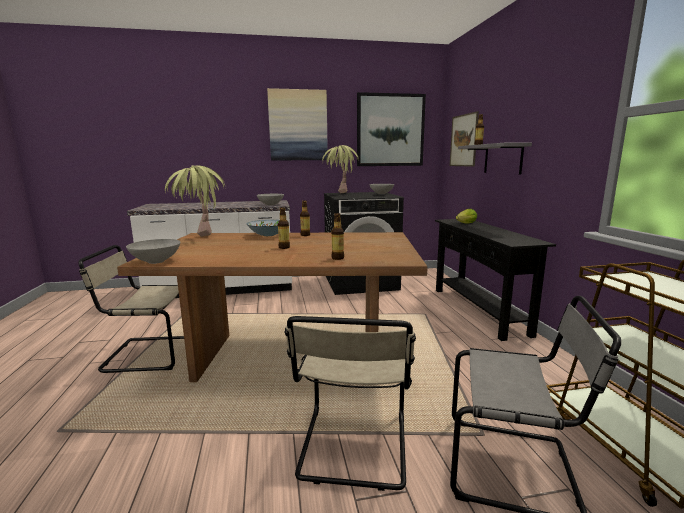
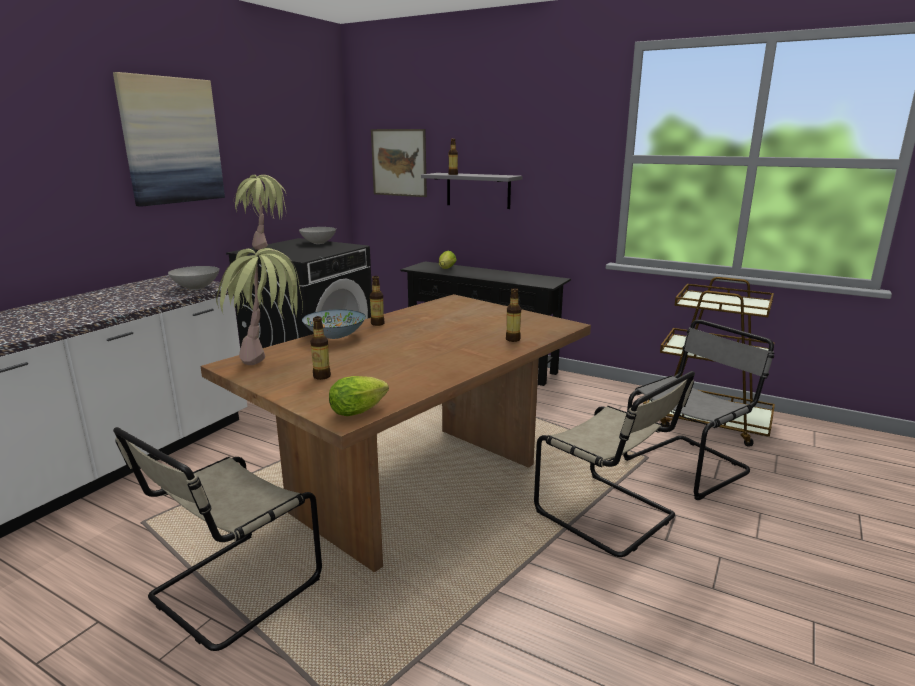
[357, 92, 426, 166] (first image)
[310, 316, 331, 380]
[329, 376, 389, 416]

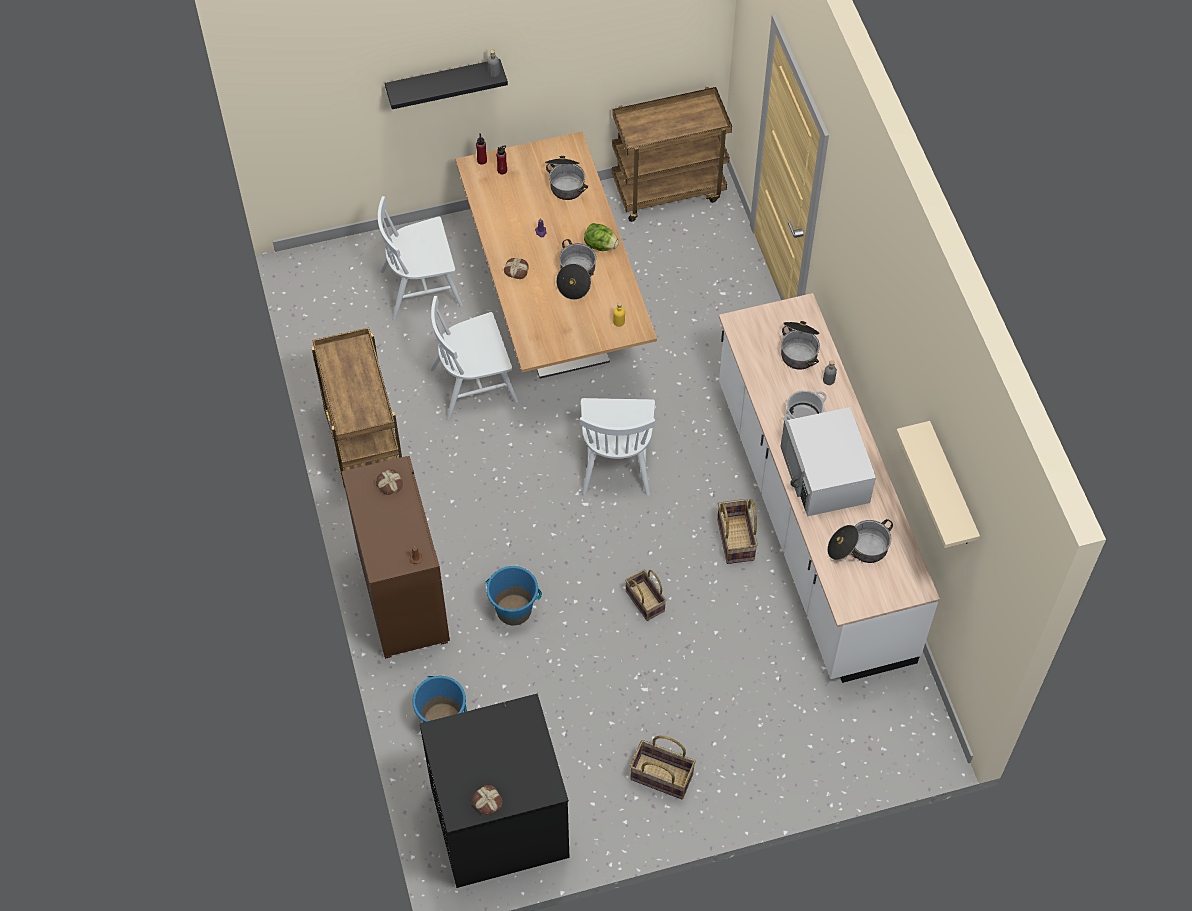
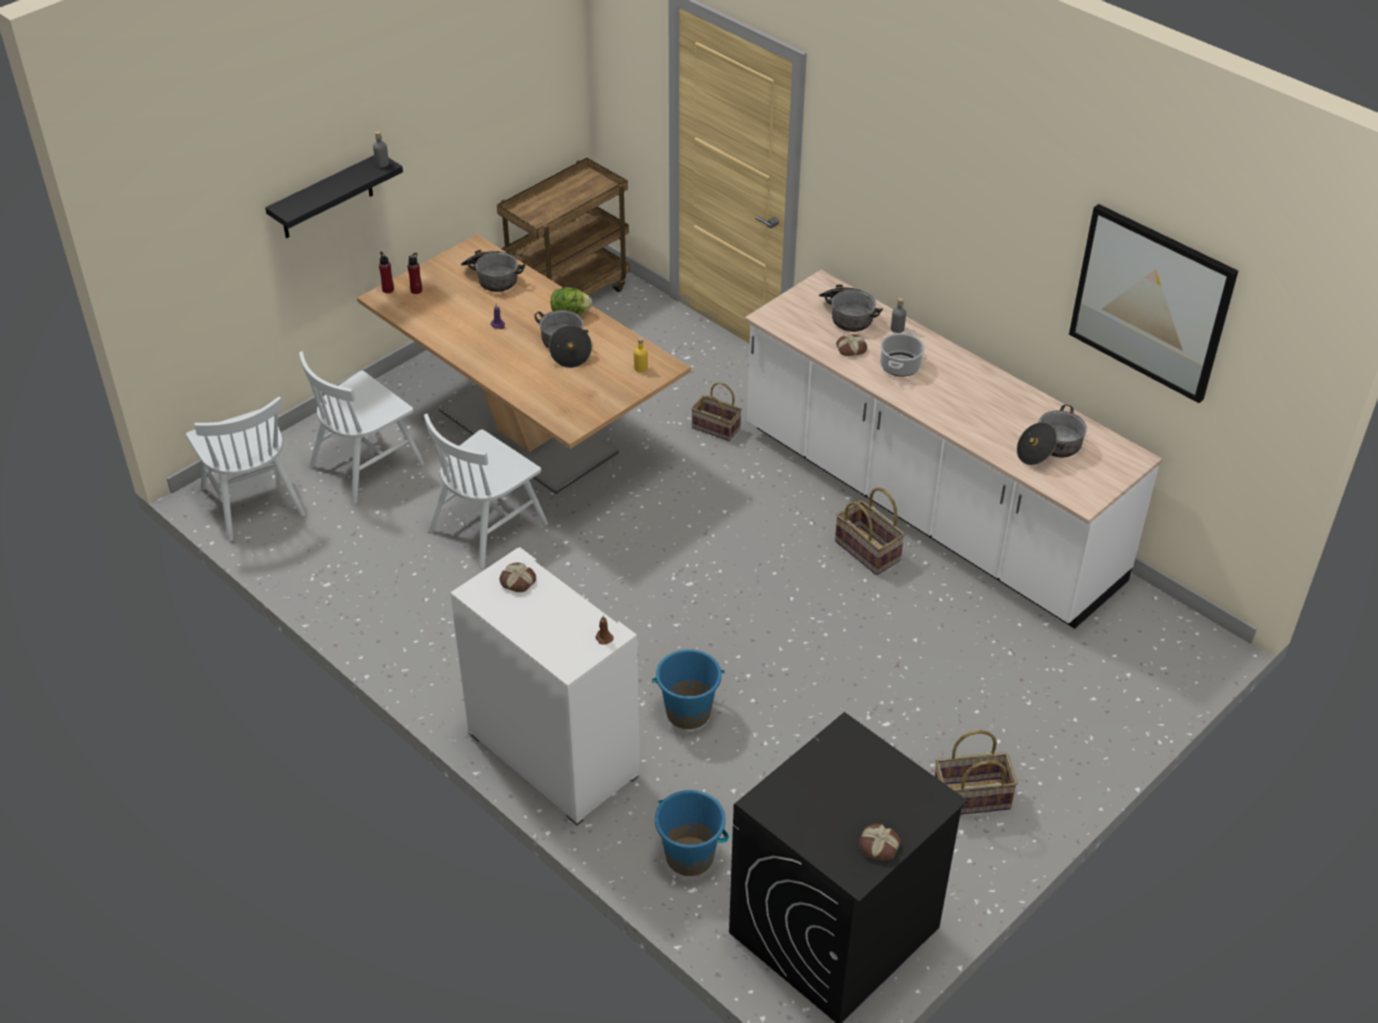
[311, 327, 402, 488] (first image)
[780, 407, 876, 516] (first image)
[836, 334, 867, 356]
[186, 397, 305, 541]
[691, 382, 742, 441]
[1069, 204, 1238, 403]
[450, 547, 640, 825]

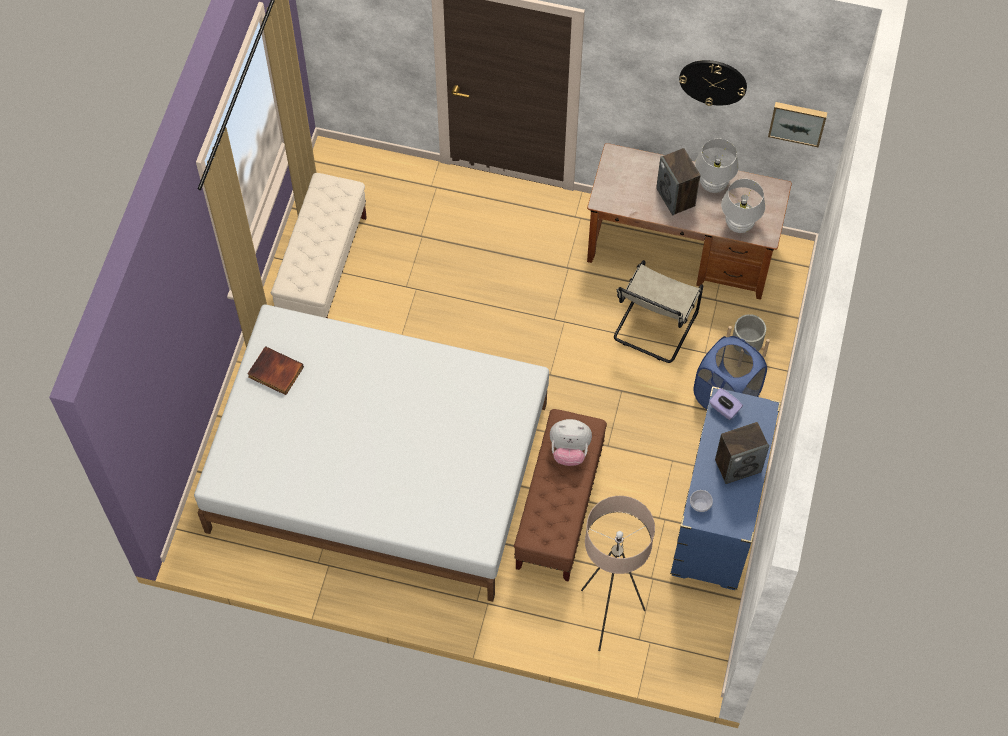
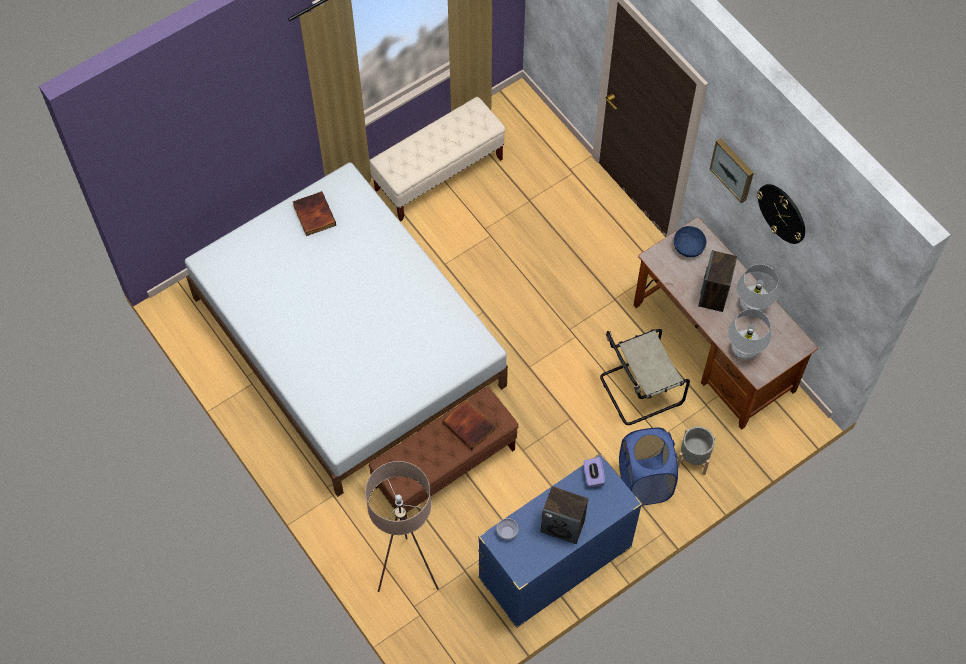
[674, 226, 707, 257]
[710, 138, 754, 203]
[443, 399, 496, 450]

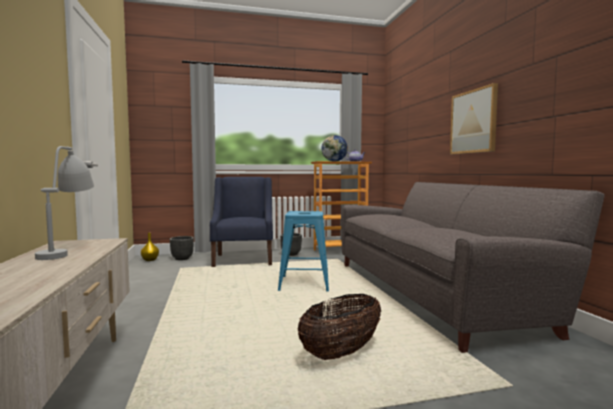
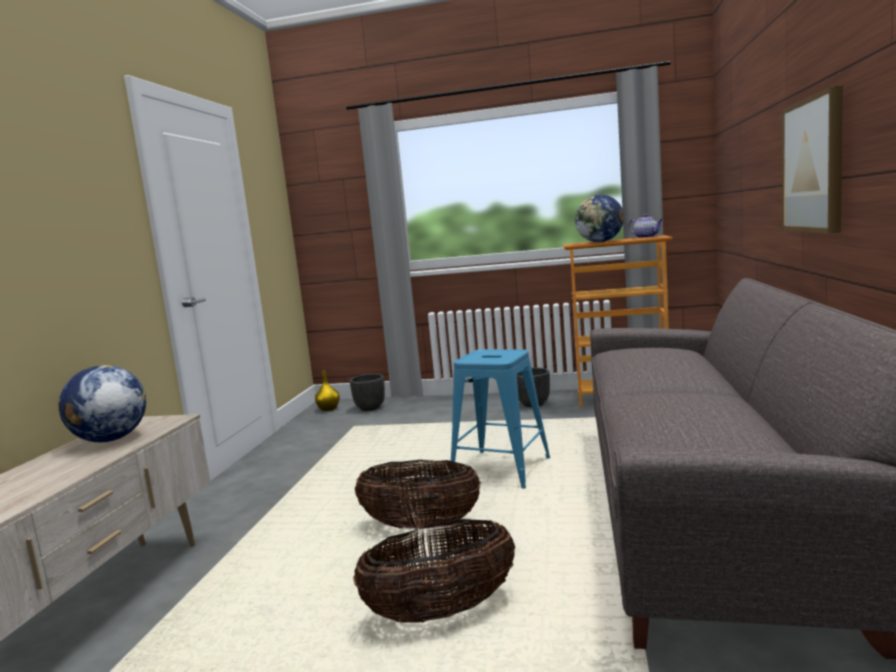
[210, 177, 273, 267] (first image)
[355, 460, 481, 529]
[59, 365, 146, 442]

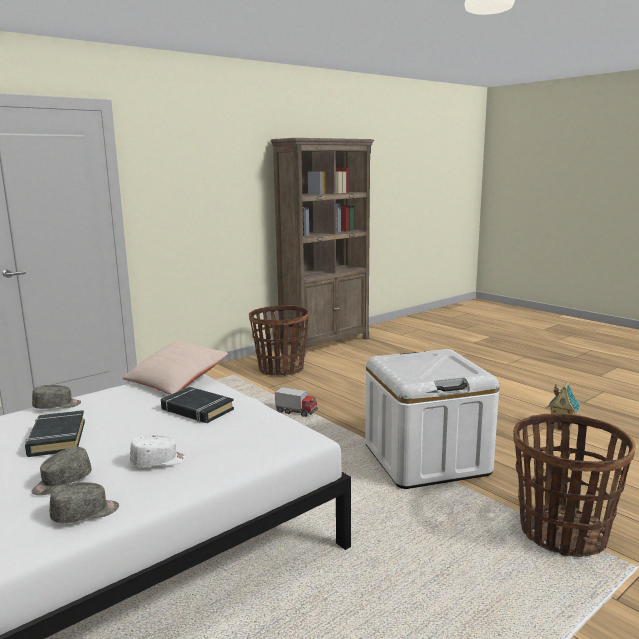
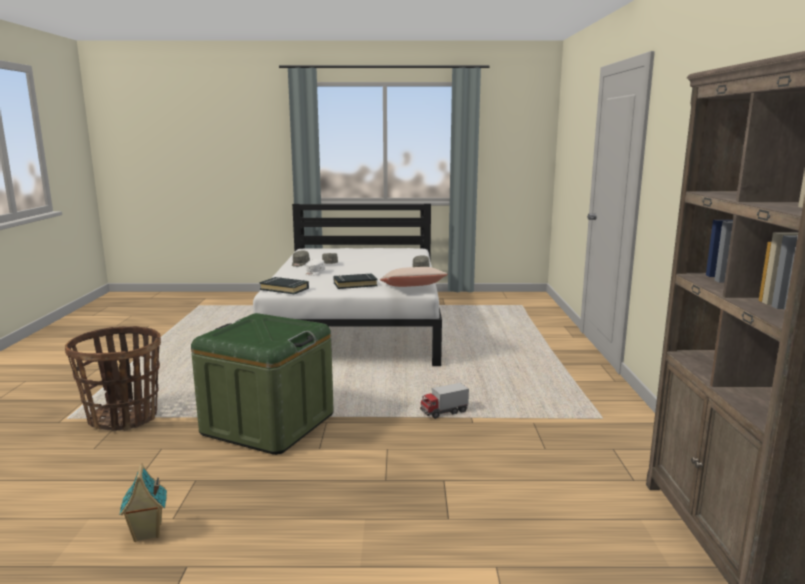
[249, 305, 309, 376] (first image)
[260, 277, 309, 294]
[191, 313, 334, 455]

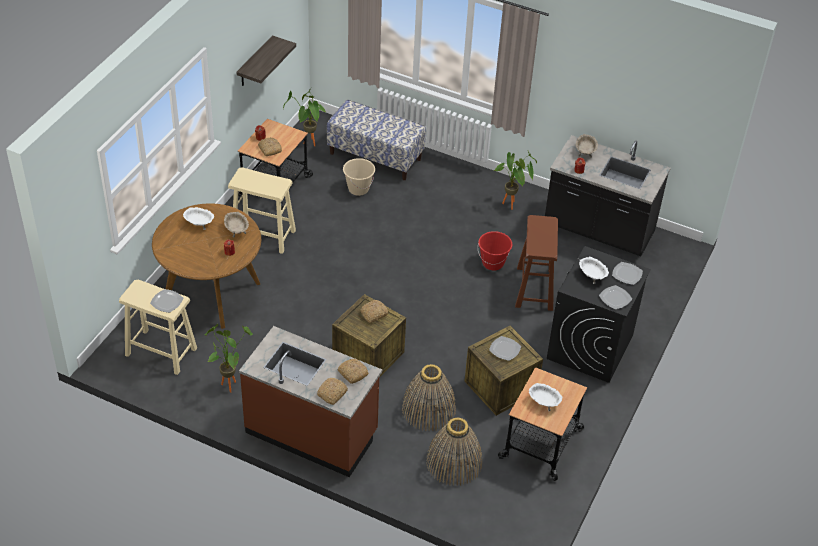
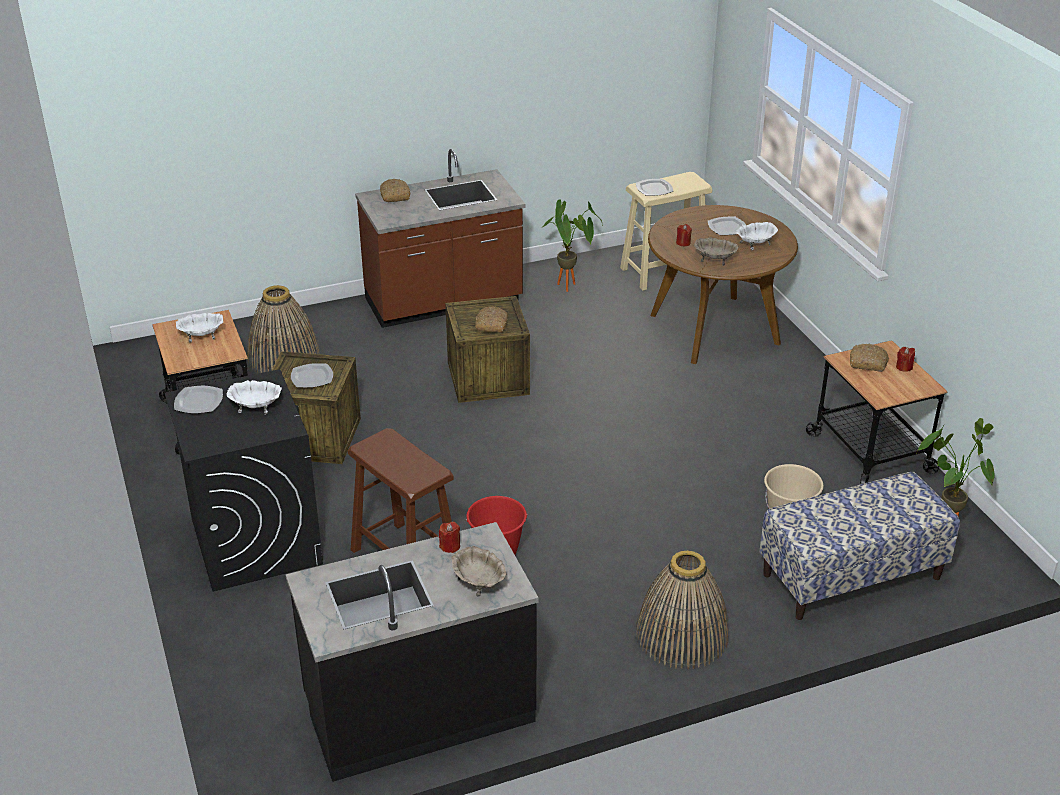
[228, 167, 296, 254] (first image)
[237, 35, 296, 86] (first image)
[337, 359, 369, 384] (first image)
[494, 151, 537, 210] (first image)
[635, 550, 729, 669]
[708, 217, 746, 235]

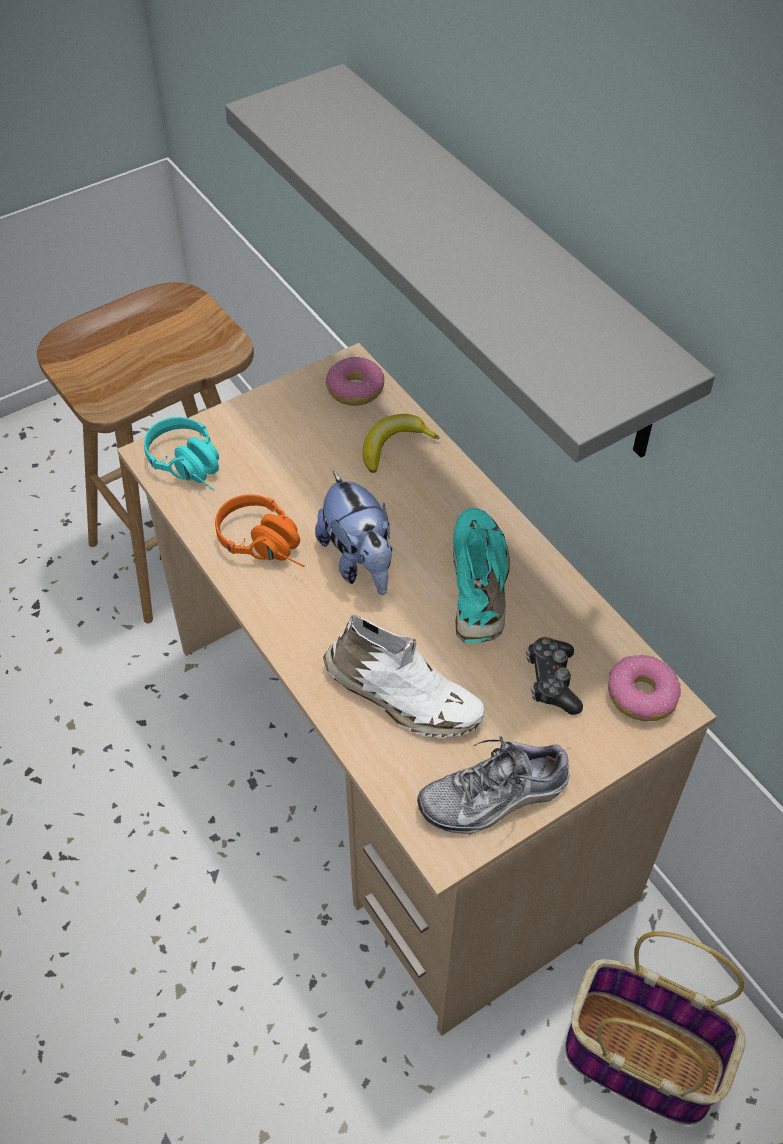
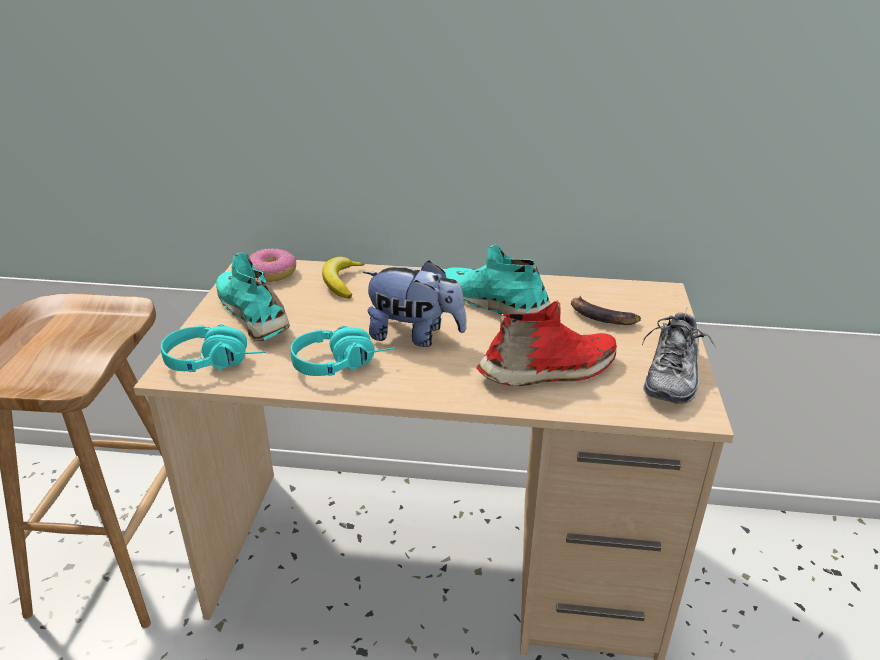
[225, 64, 715, 462] (first image)
[565, 931, 746, 1125] (first image)
[608, 655, 681, 721] (first image)
[216, 252, 290, 341]
[571, 296, 641, 325]
[291, 326, 396, 376]
[477, 301, 617, 386]

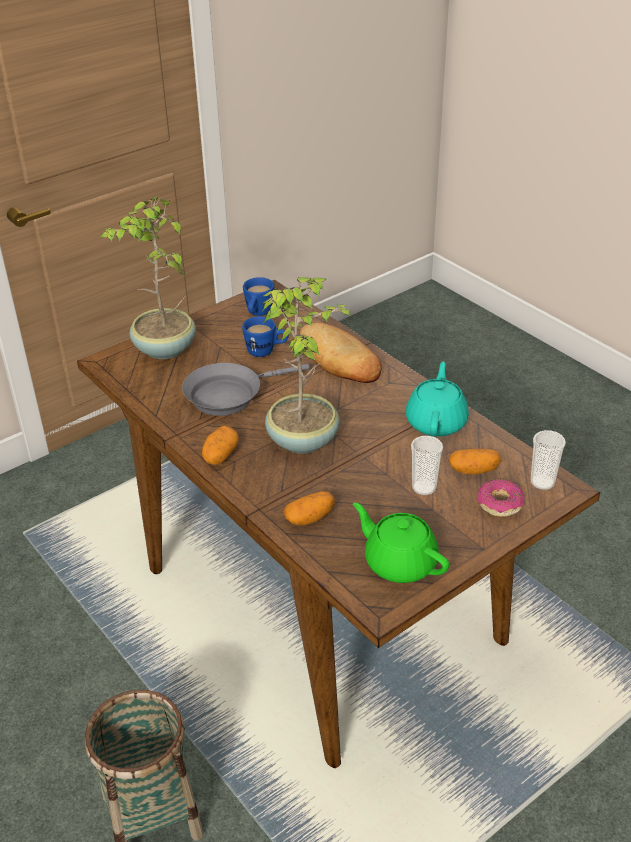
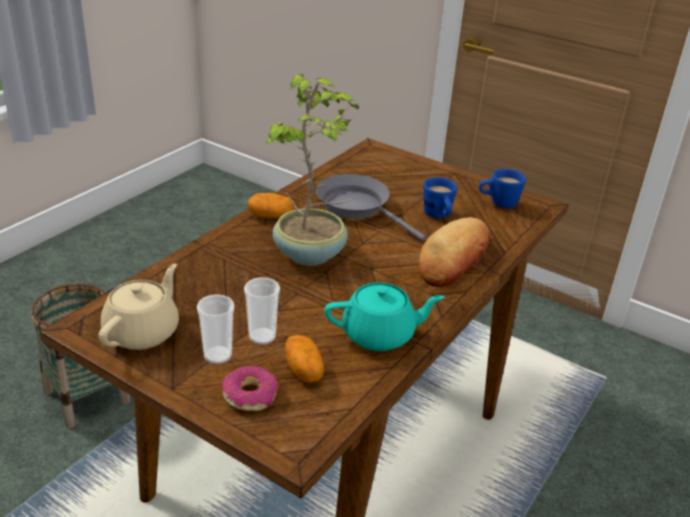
[100, 196, 196, 359] (first image)
[284, 491, 335, 525] (first image)
[197, 294, 234, 364]
[99, 263, 179, 350]

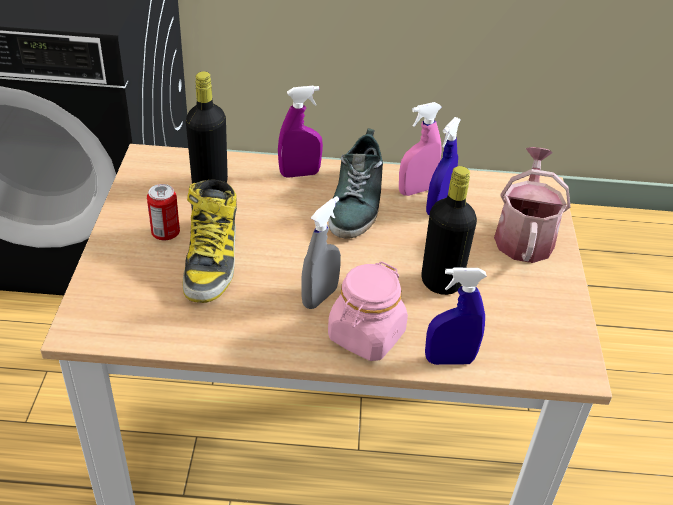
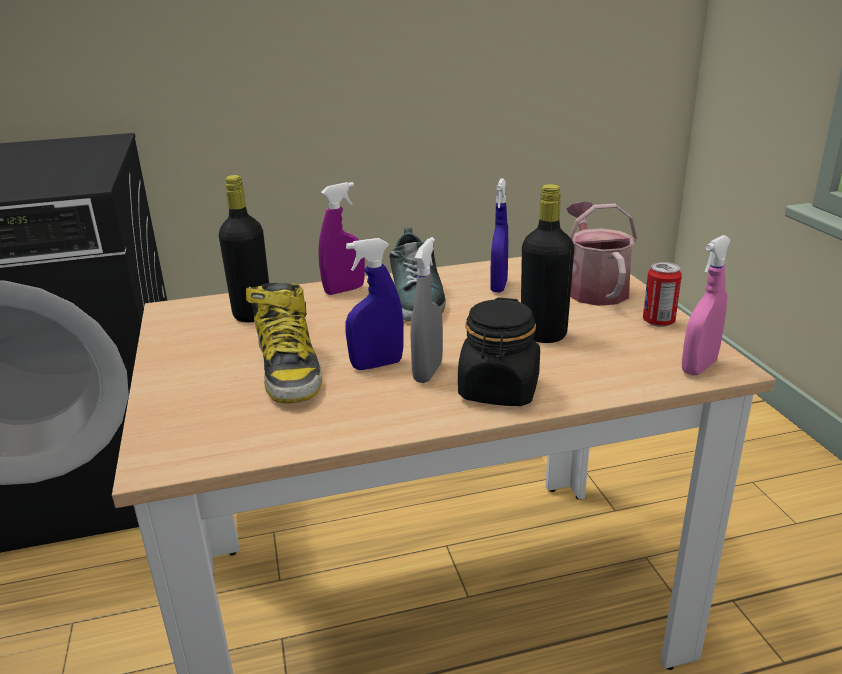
[643, 262, 682, 327]
[682, 235, 731, 376]
[345, 238, 404, 370]
[458, 297, 540, 406]

